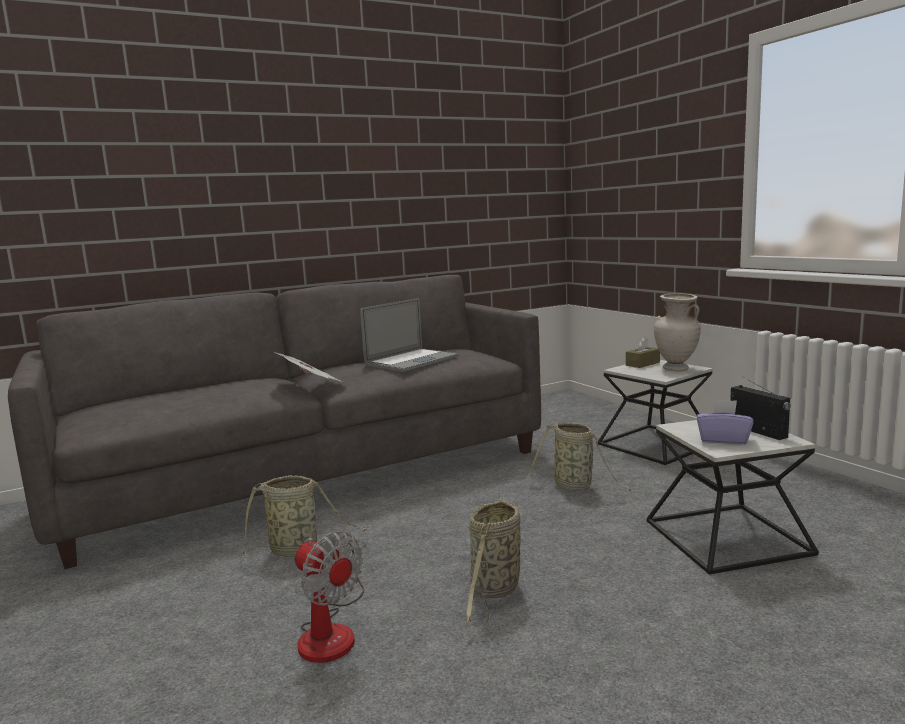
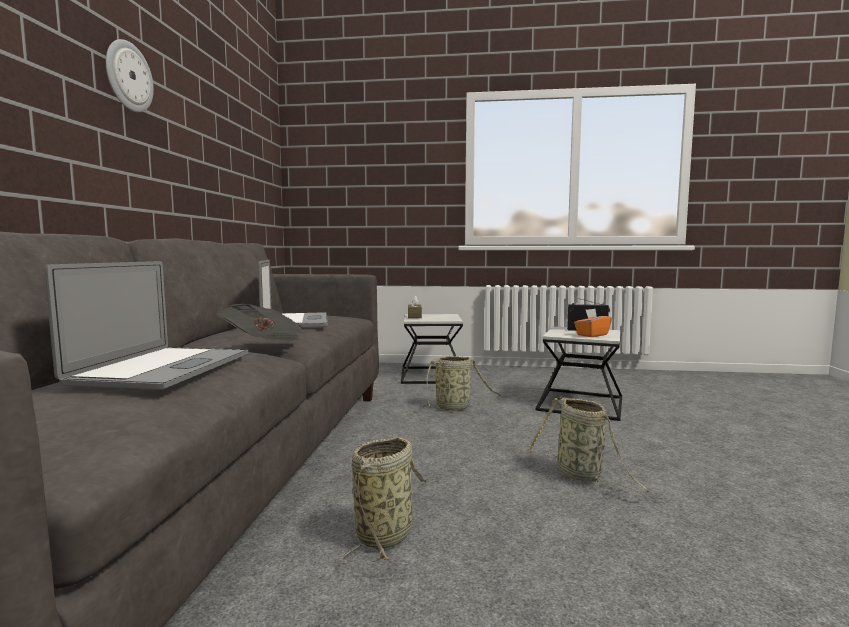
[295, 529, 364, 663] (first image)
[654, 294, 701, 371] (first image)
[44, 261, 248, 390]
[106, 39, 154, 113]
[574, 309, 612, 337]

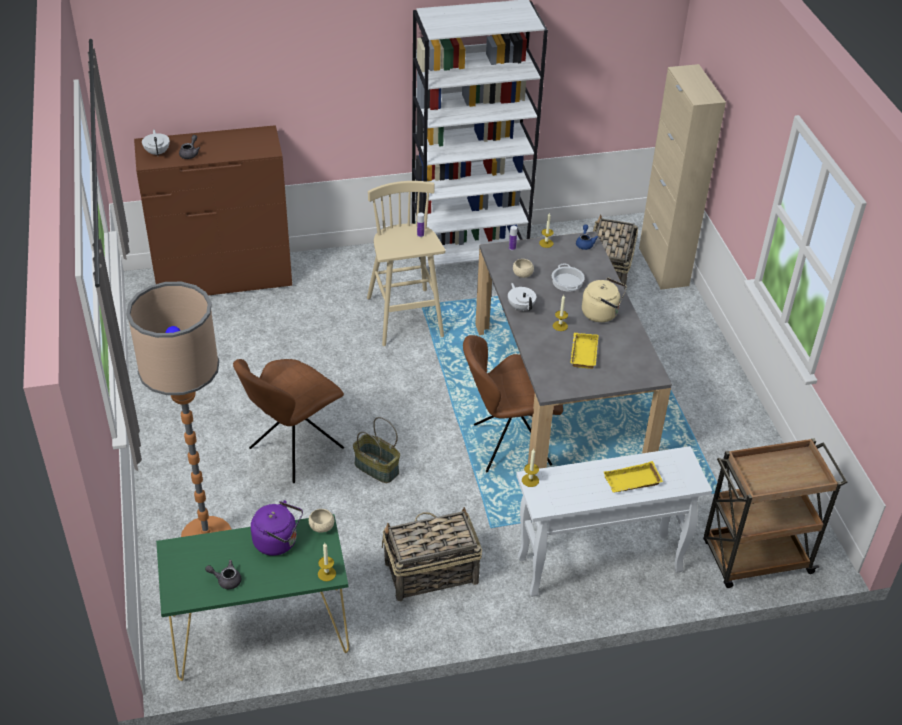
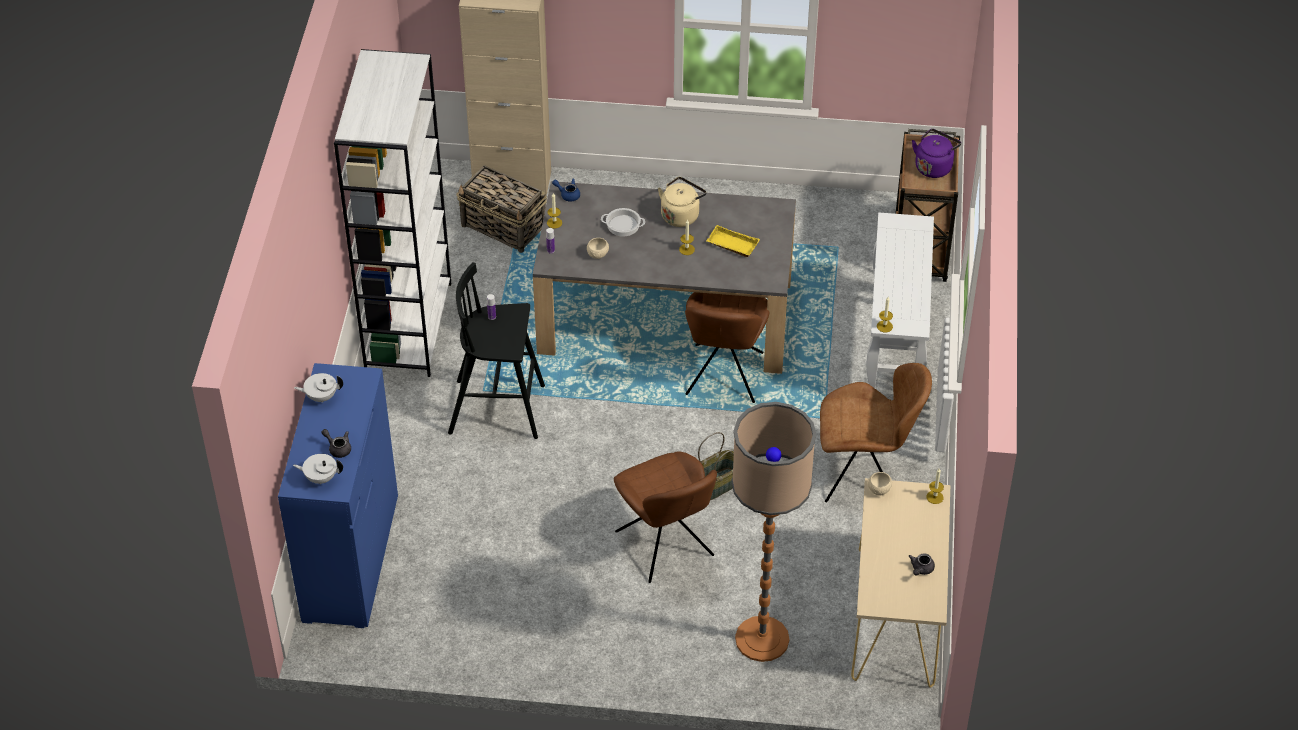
[604, 461, 663, 493] (first image)
[912, 129, 961, 178]
[294, 373, 343, 403]
[820, 363, 932, 503]
[278, 363, 398, 628]
[851, 478, 950, 688]
[448, 262, 545, 439]

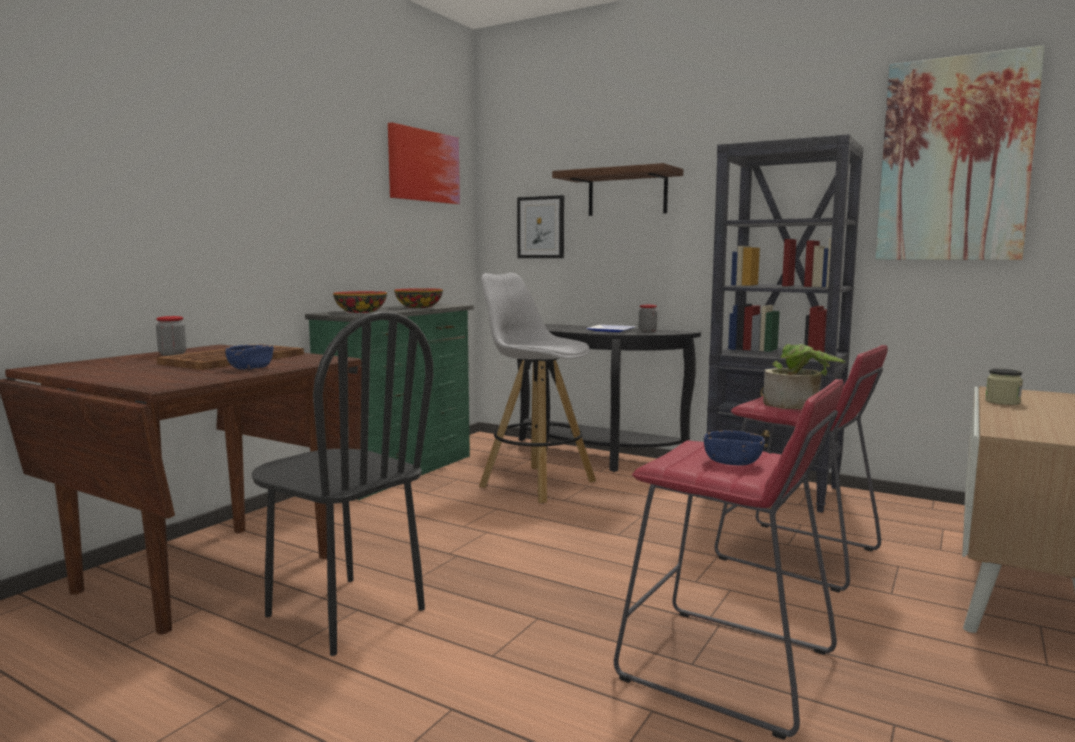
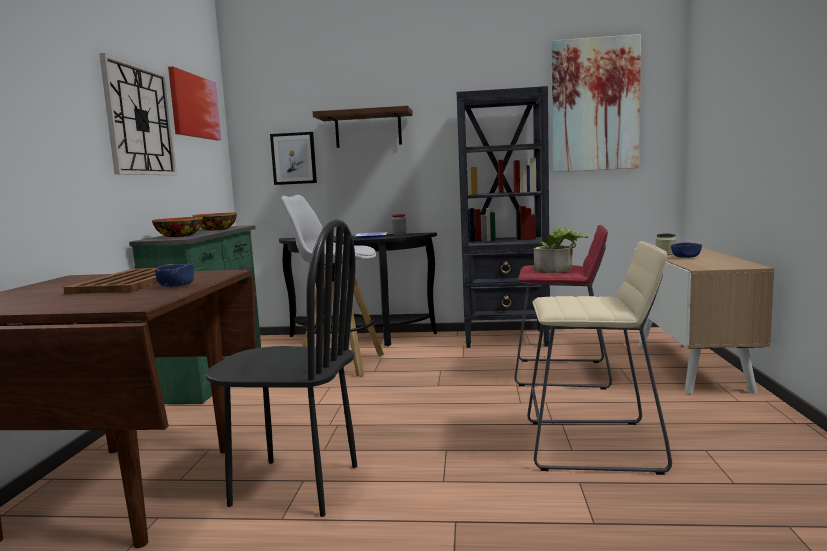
[156, 316, 187, 356] (first image)
[99, 53, 177, 175]
[671, 243, 702, 258]
[527, 241, 672, 475]

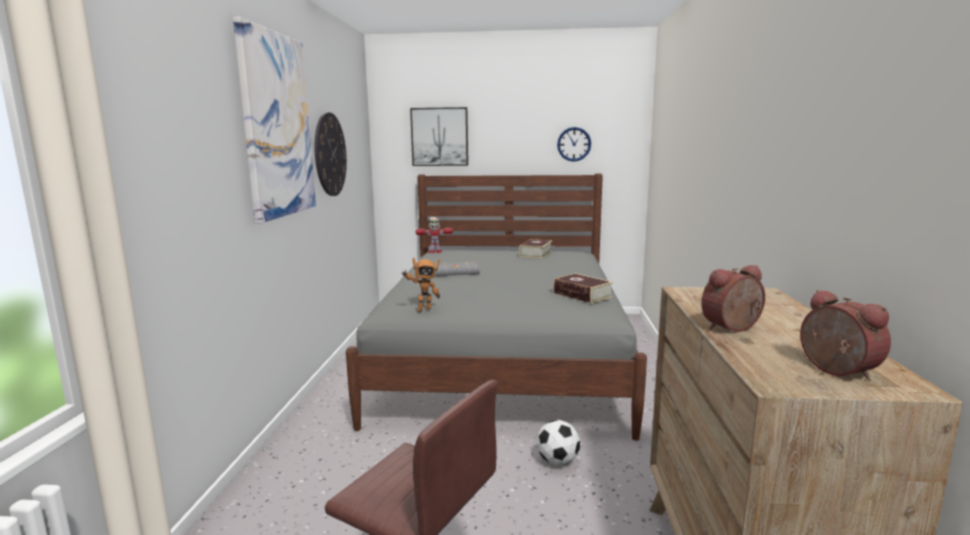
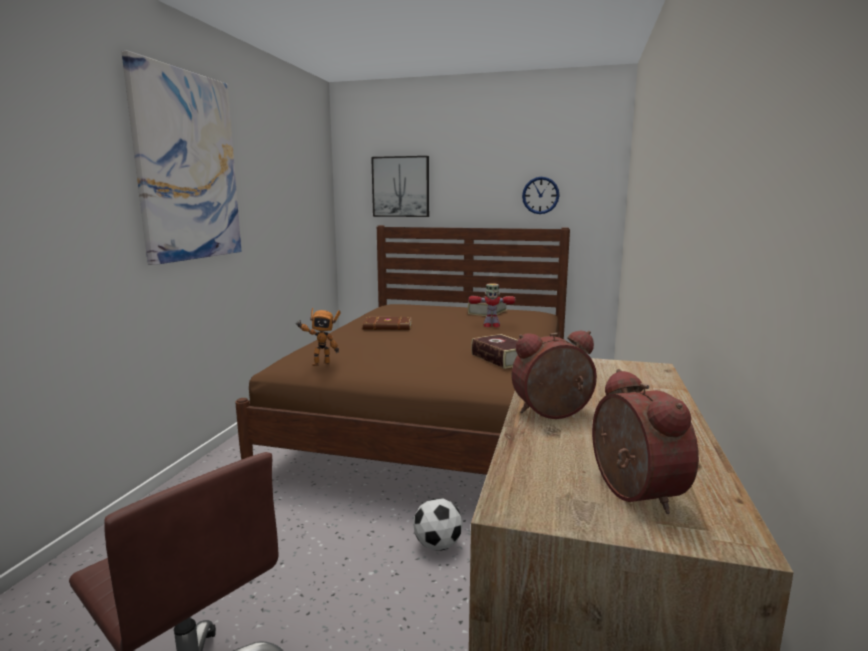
[315, 112, 347, 196] (first image)
[469, 283, 515, 327]
[235, 225, 570, 475]
[363, 317, 412, 330]

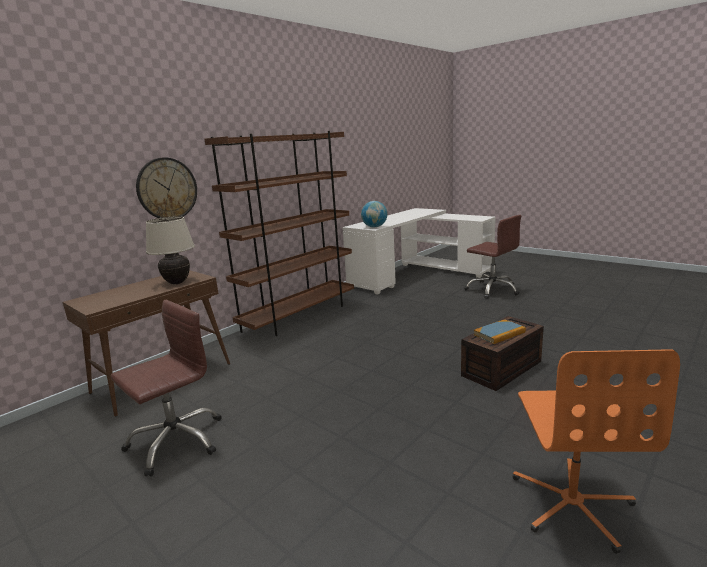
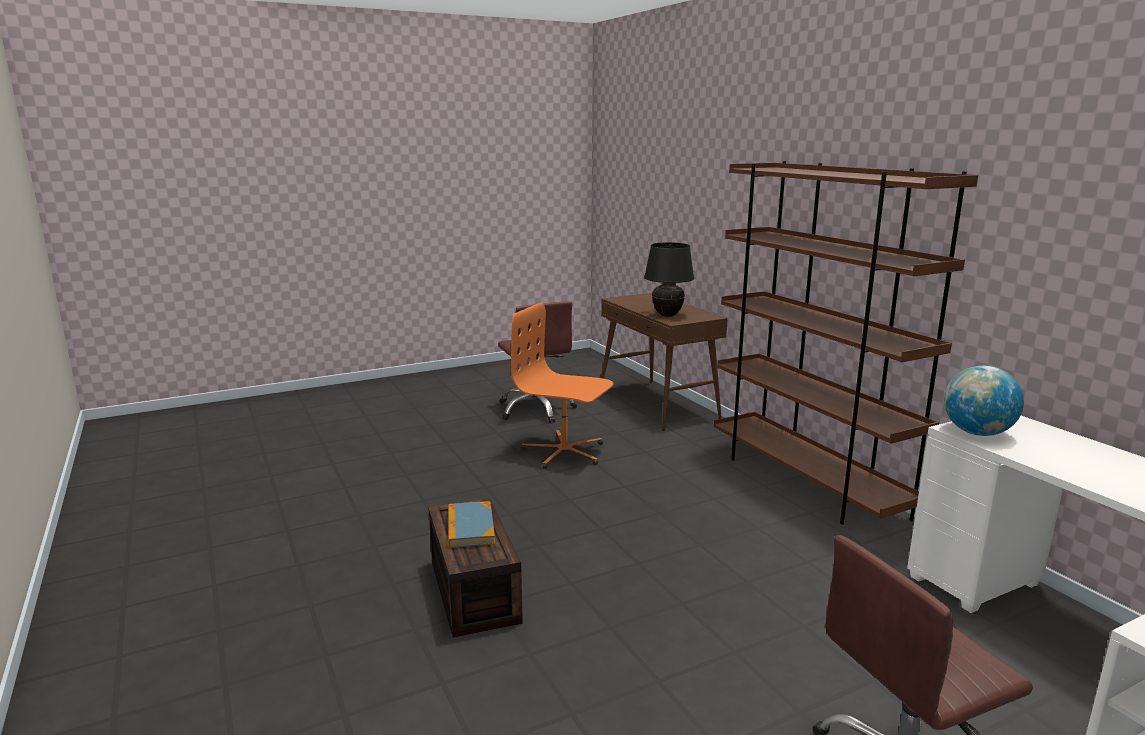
[136, 158, 197, 218] (first image)
[511, 303, 614, 469]
[644, 242, 694, 317]

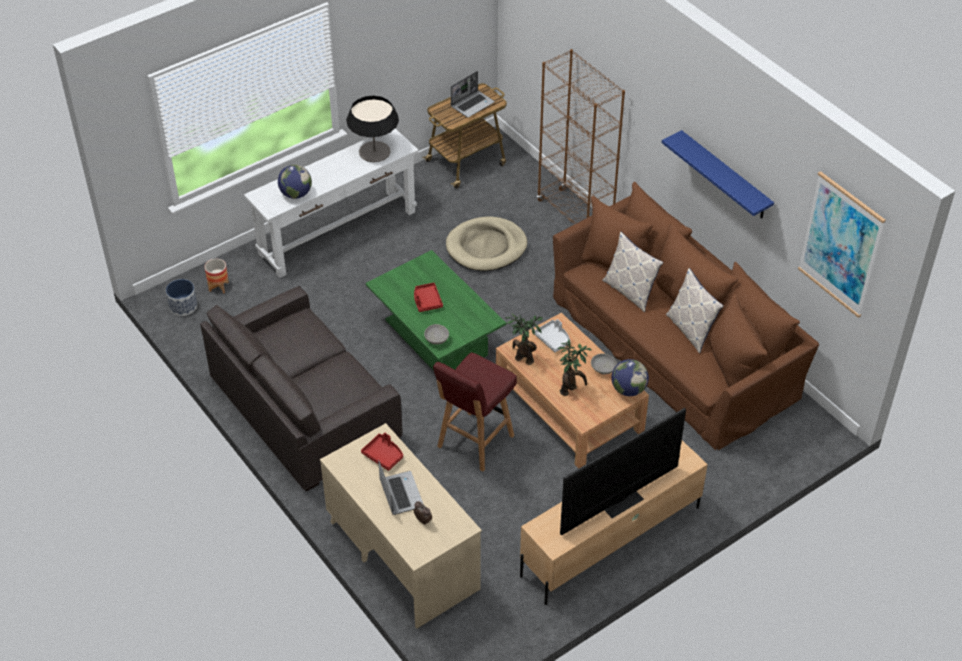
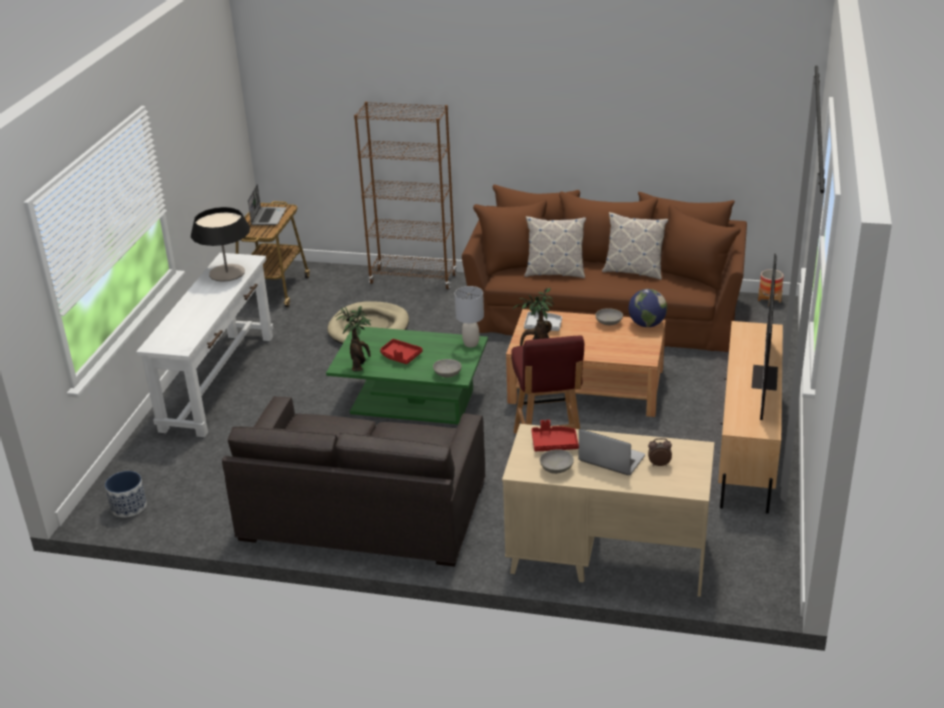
[278, 165, 312, 199] (first image)
[662, 130, 774, 218] (first image)
[798, 171, 886, 318] (first image)
[455, 286, 484, 347]
[540, 449, 574, 474]
[758, 269, 784, 307]
[335, 306, 371, 371]

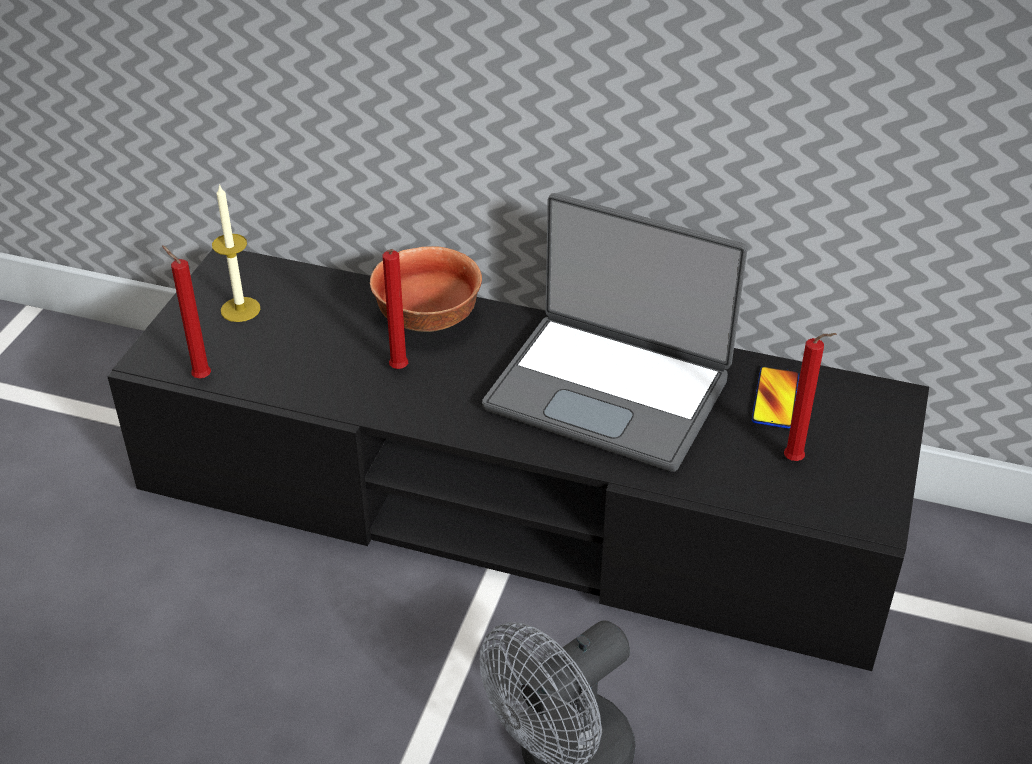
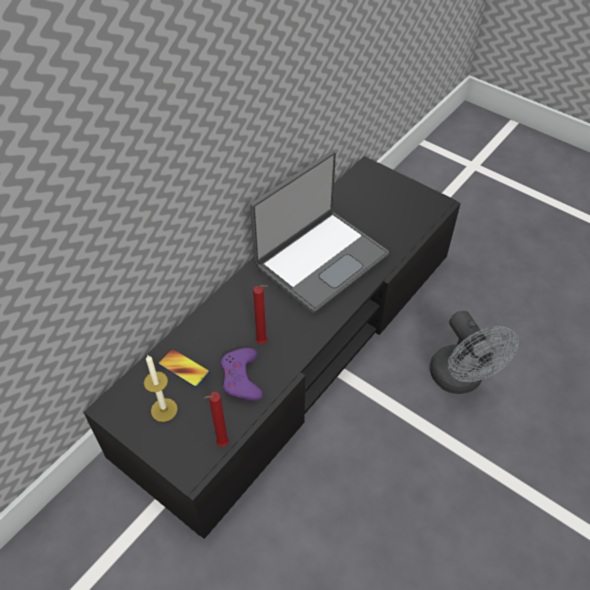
[370, 246, 482, 332] (first image)
[784, 333, 837, 461] (first image)
[221, 348, 263, 401]
[157, 348, 210, 388]

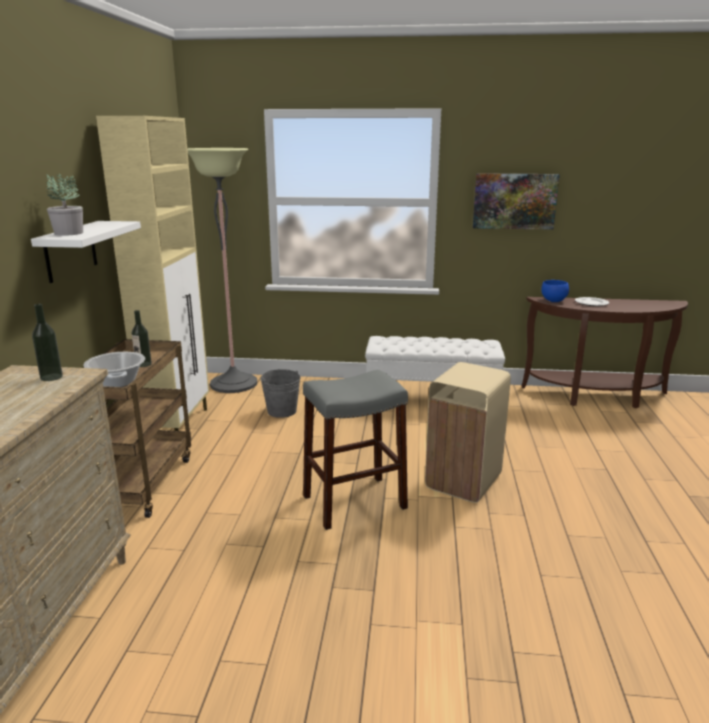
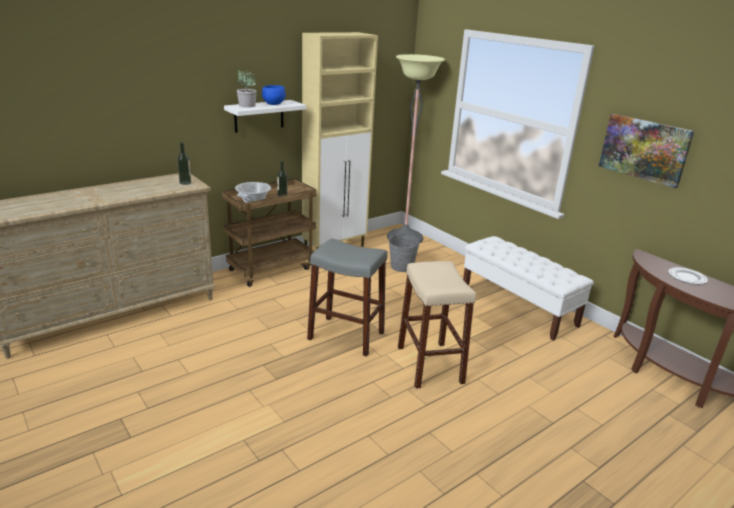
[262, 85, 286, 105]
[398, 261, 476, 389]

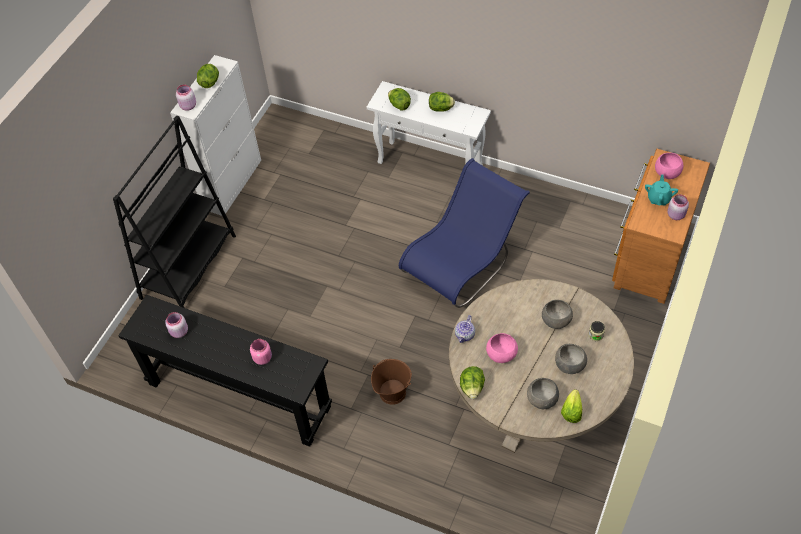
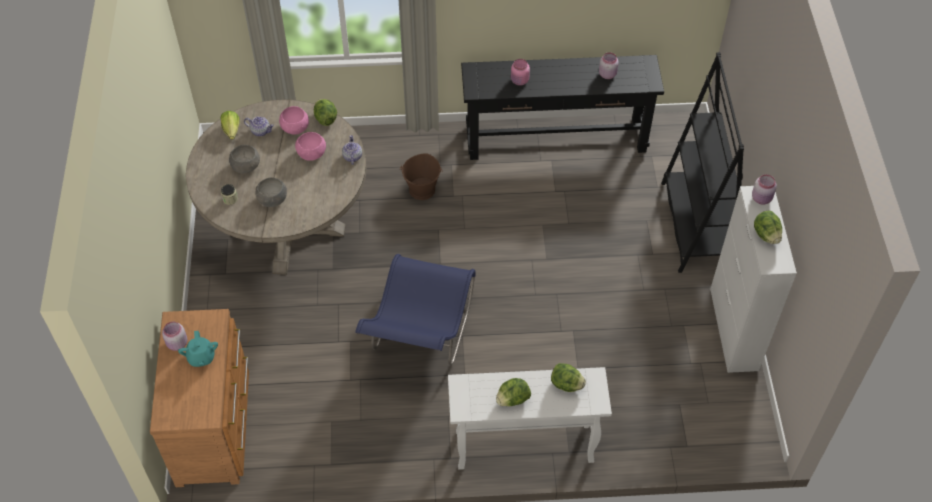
[279, 106, 309, 135]
[244, 116, 274, 136]

